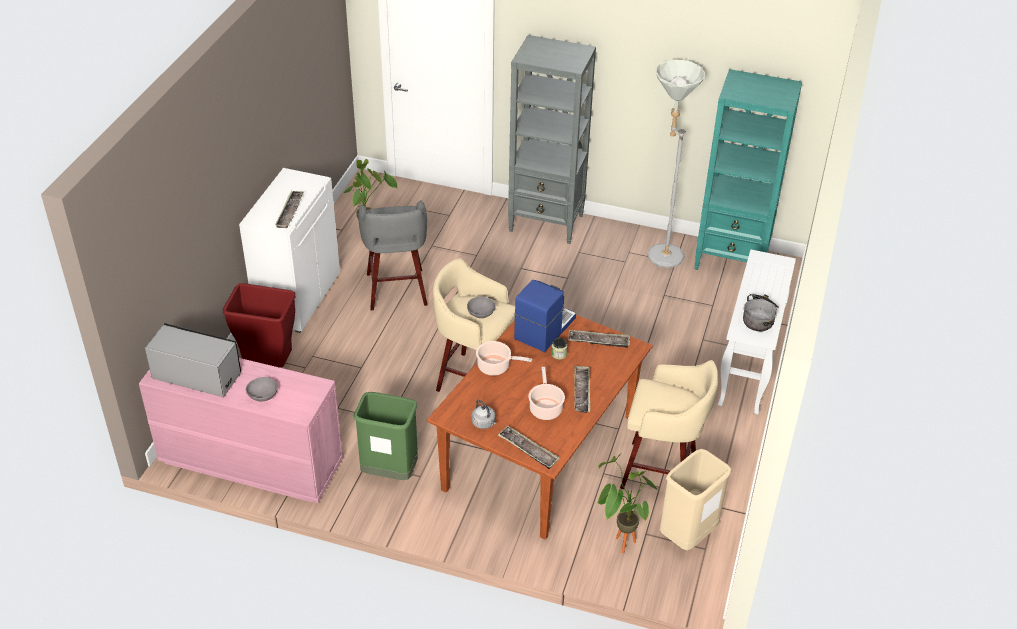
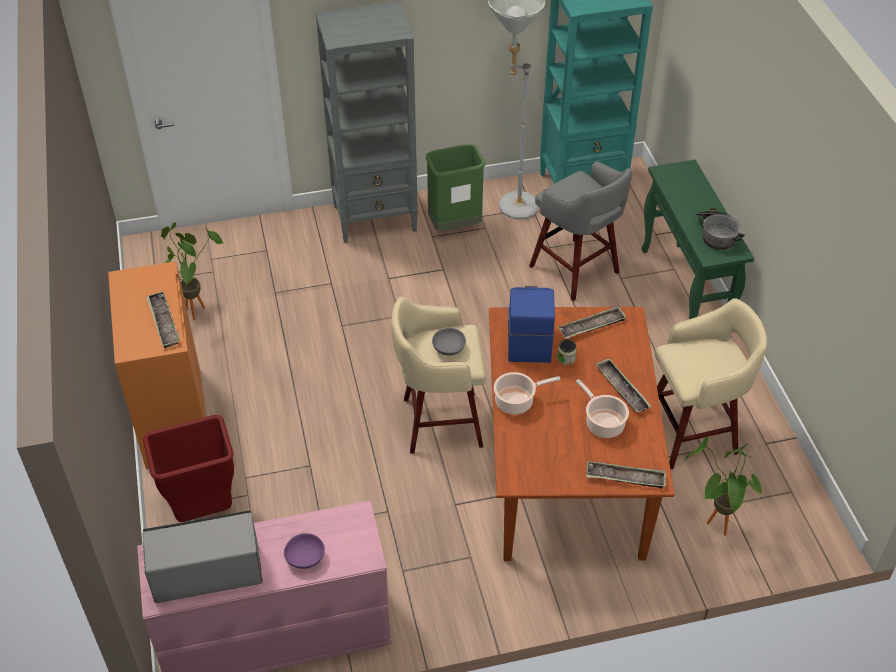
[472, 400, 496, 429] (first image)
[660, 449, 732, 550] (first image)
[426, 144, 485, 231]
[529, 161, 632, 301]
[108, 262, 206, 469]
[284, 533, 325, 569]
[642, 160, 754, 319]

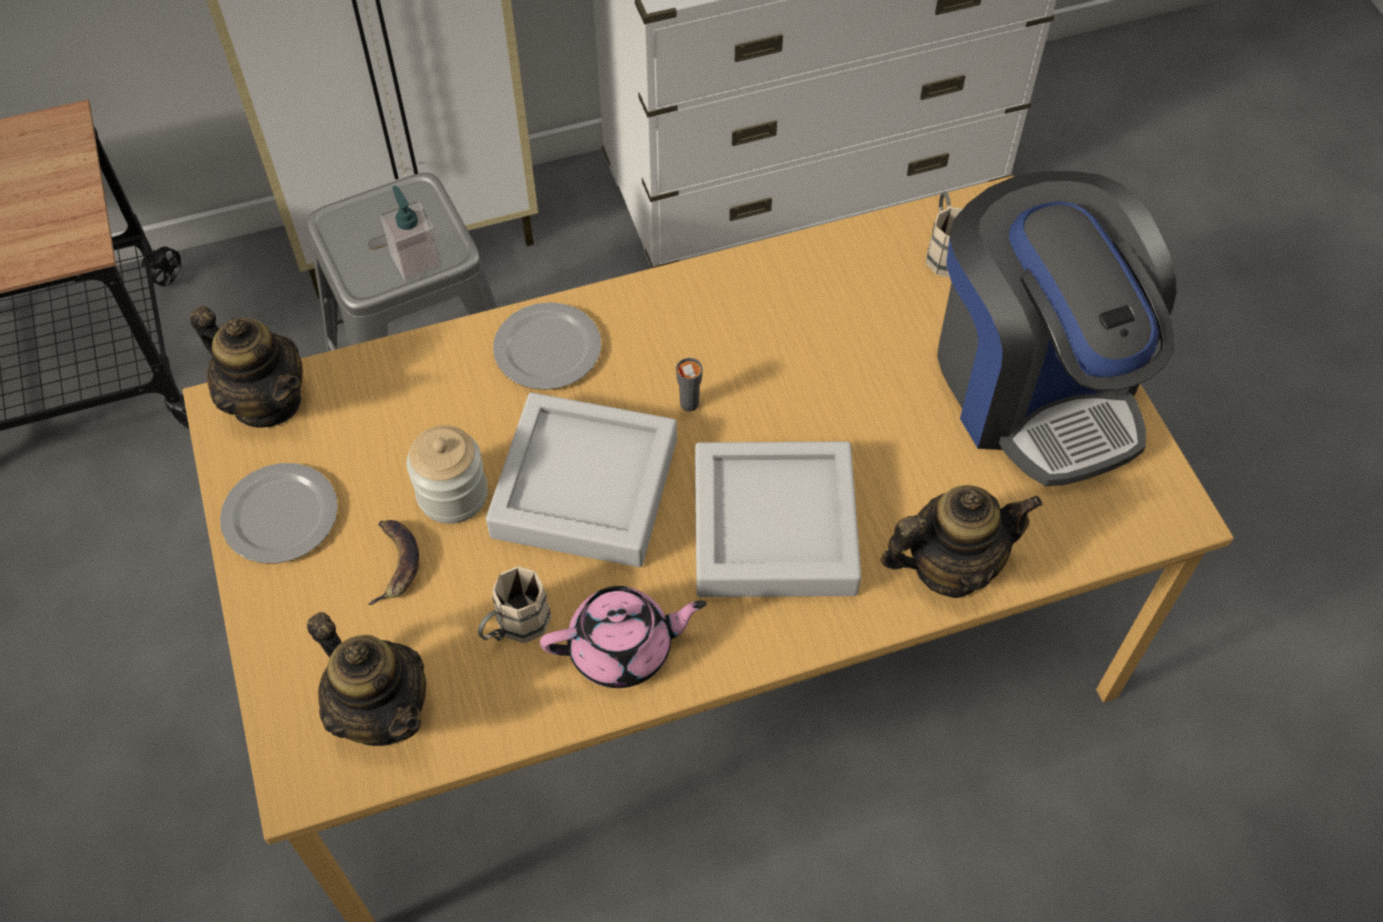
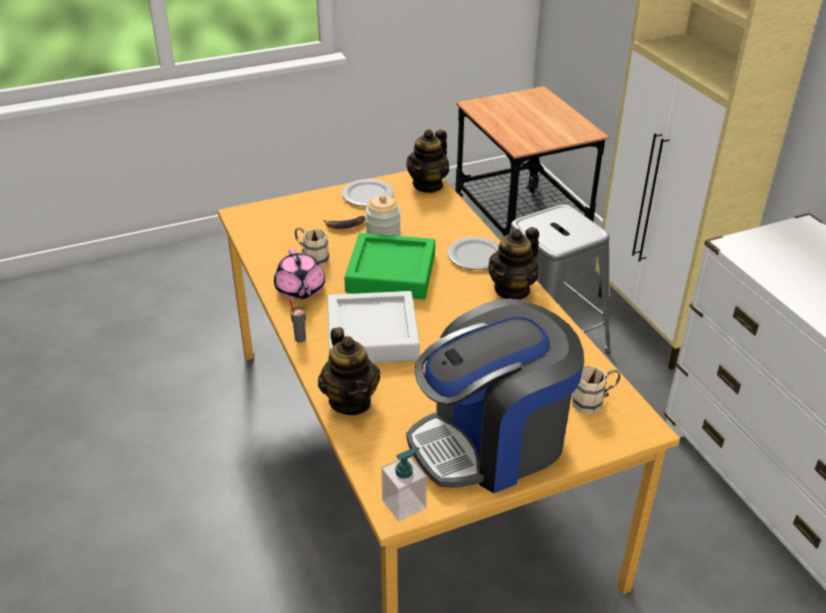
[488, 227, 539, 300]
[381, 447, 427, 521]
[289, 299, 306, 342]
[344, 233, 435, 299]

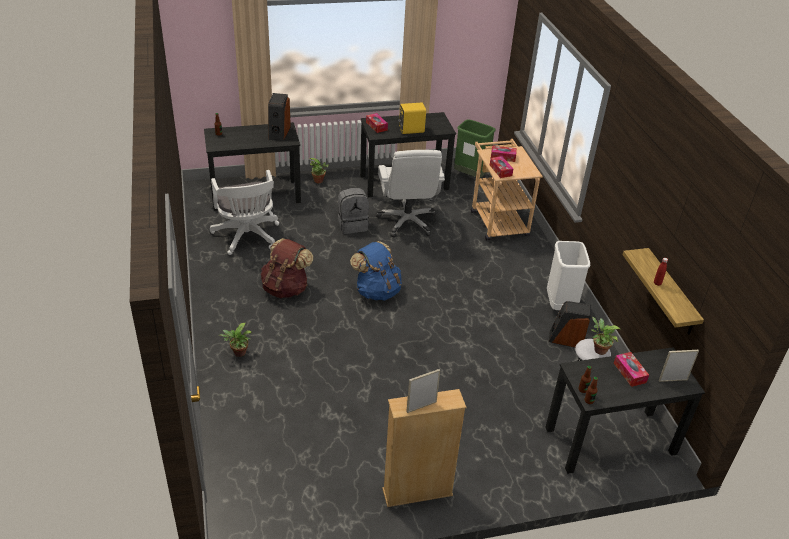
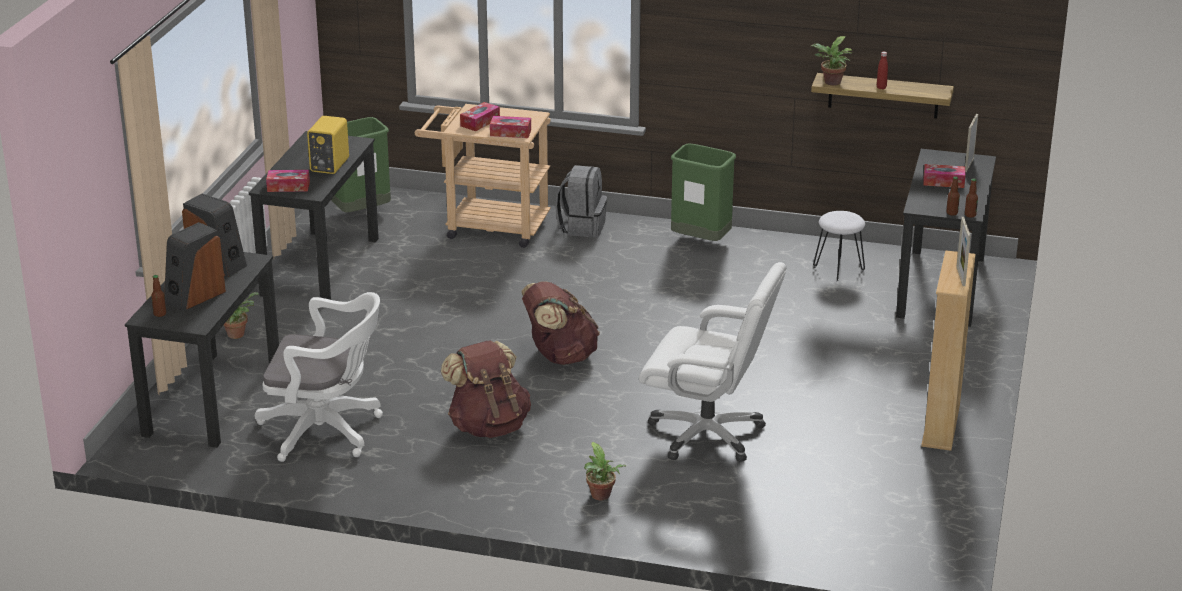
[555, 165, 607, 237]
[639, 262, 786, 462]
[164, 222, 226, 311]
[811, 36, 852, 86]
[521, 282, 600, 365]
[671, 144, 736, 241]

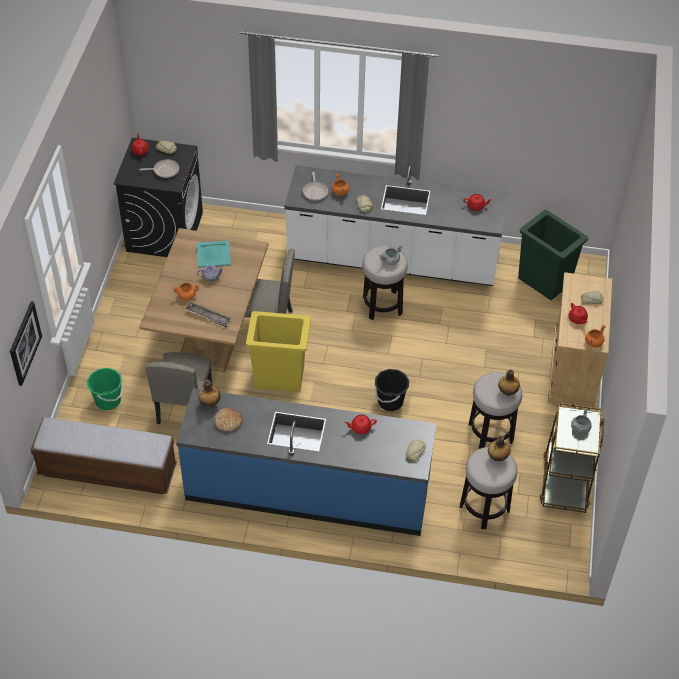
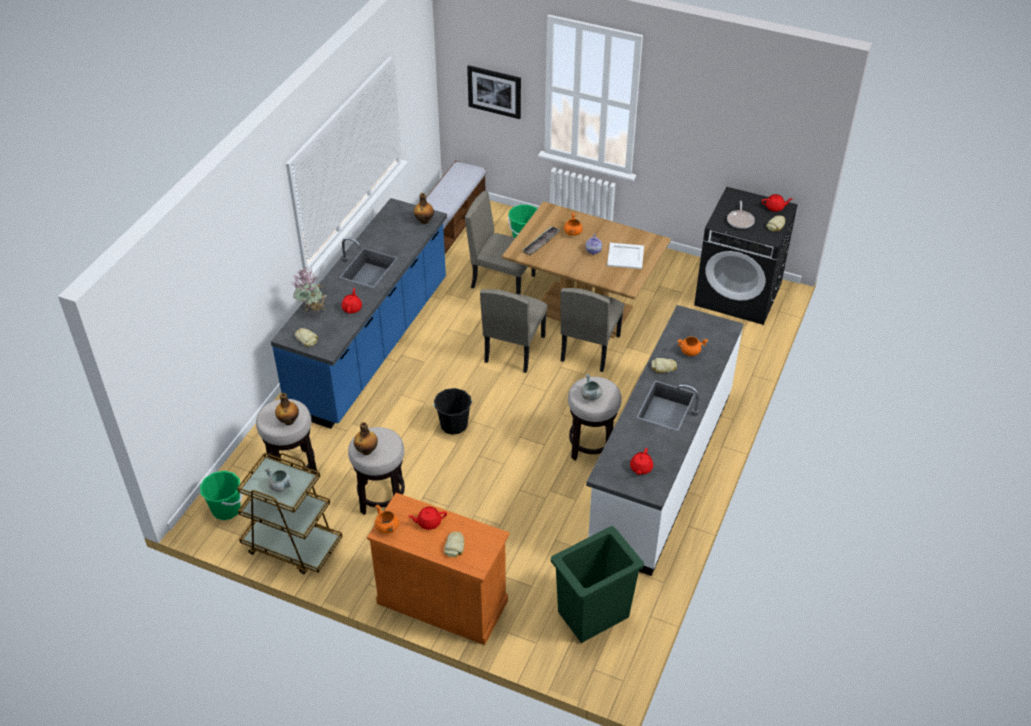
[214, 408, 243, 431] (first image)
[303, 172, 328, 201] (first image)
[200, 471, 243, 520]
[291, 268, 327, 312]
[480, 289, 548, 373]
[607, 243, 644, 269]
[367, 493, 510, 645]

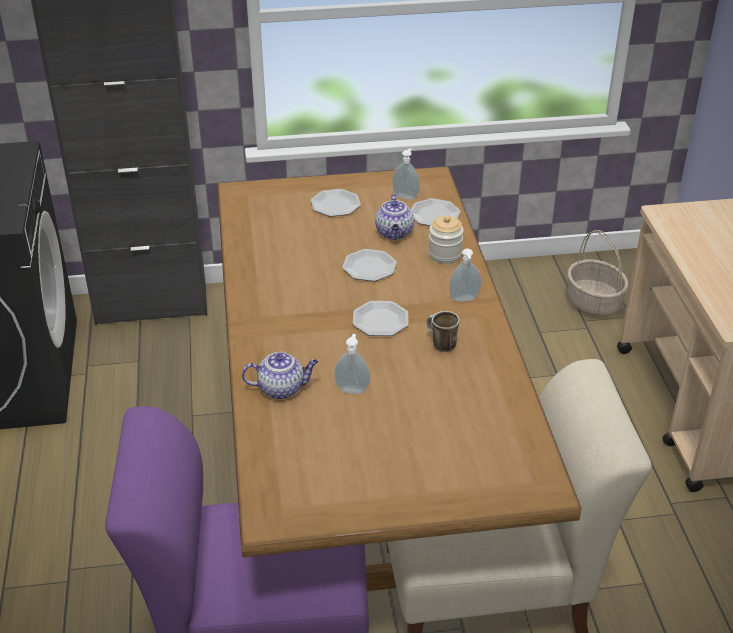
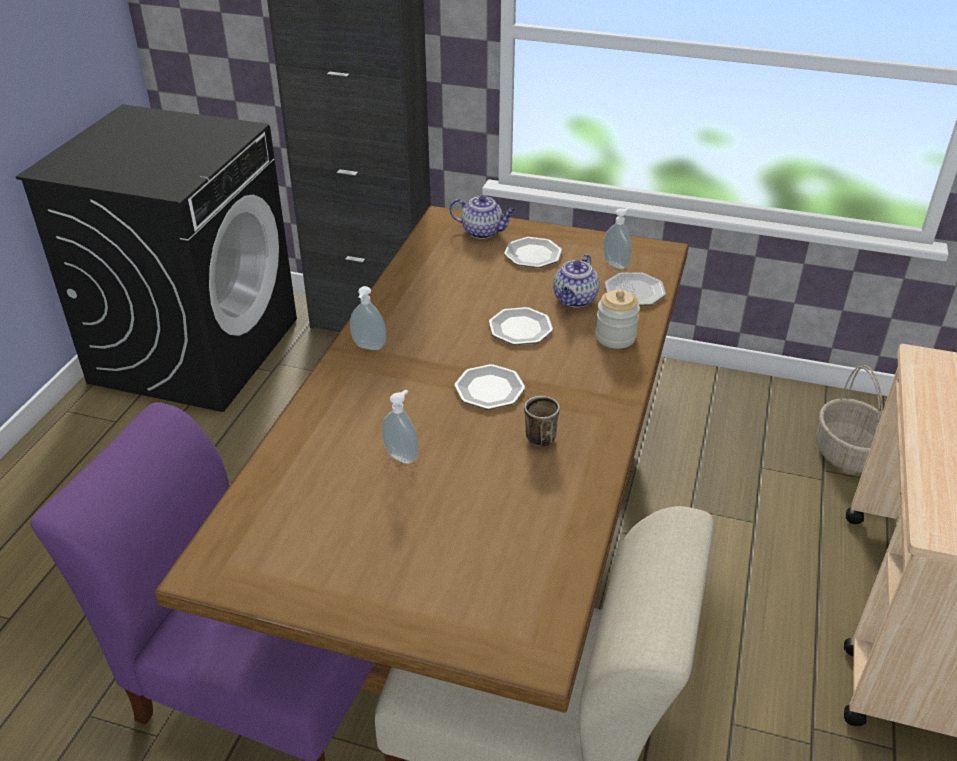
[450, 195, 516, 239]
[350, 286, 386, 350]

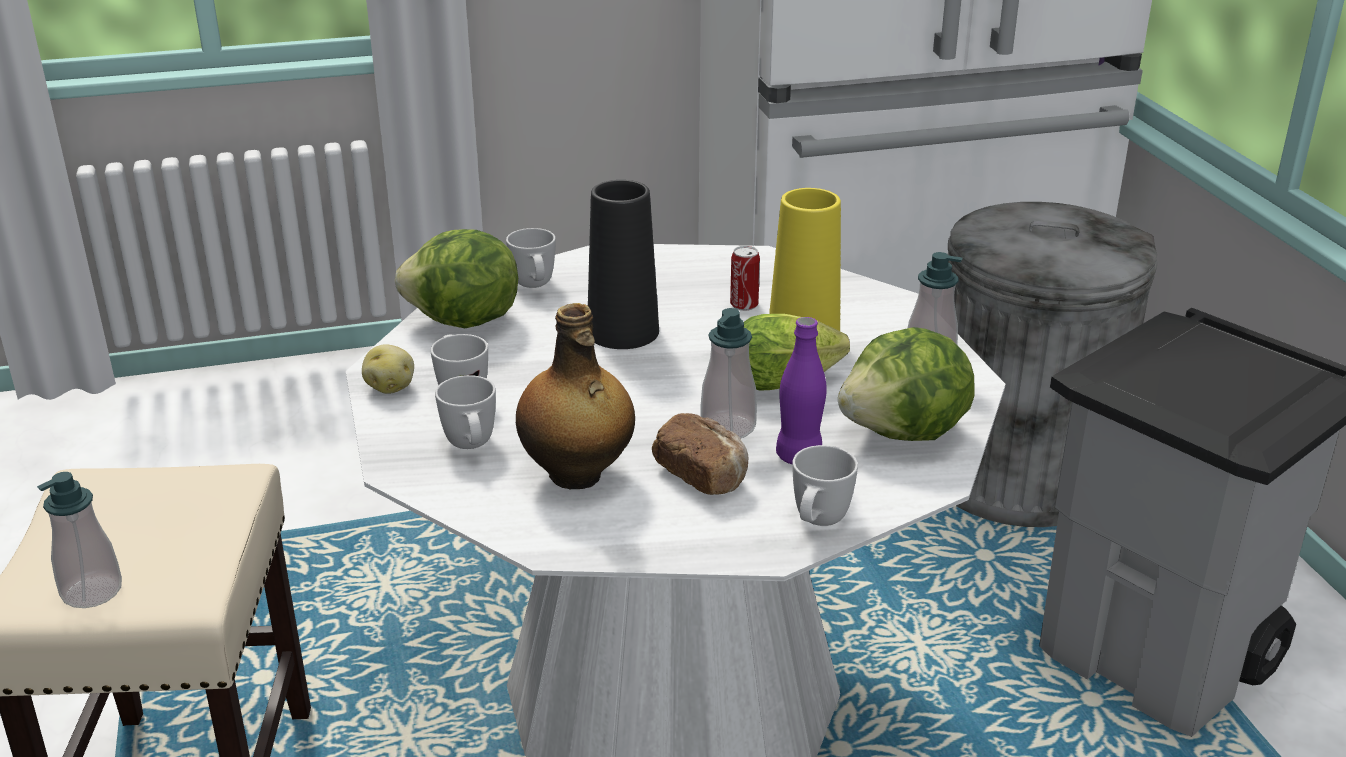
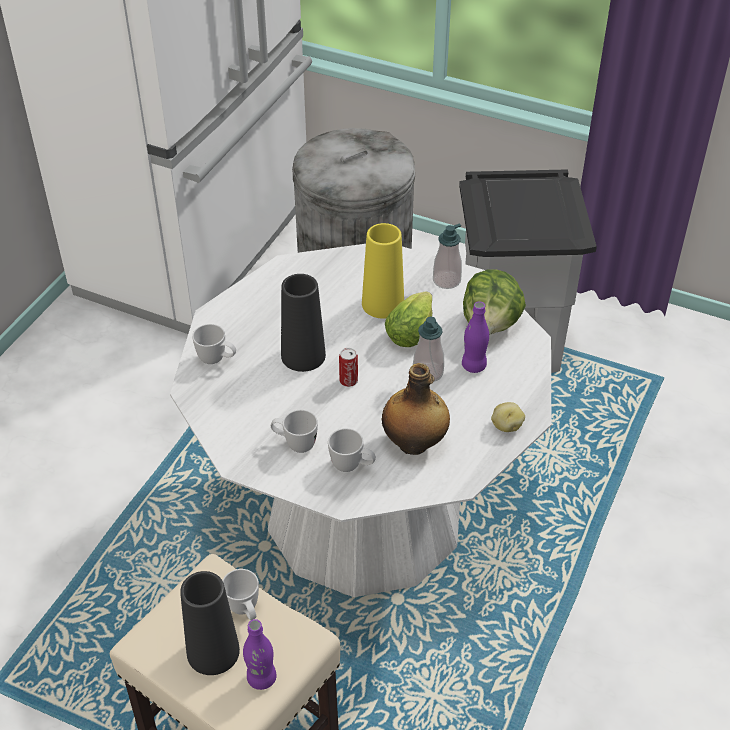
[395, 229, 518, 328] (first image)
[652, 413, 748, 495] (first image)
[180, 571, 240, 675]
[491, 402, 525, 432]
[339, 348, 358, 387]
[222, 569, 259, 620]
[243, 619, 277, 690]

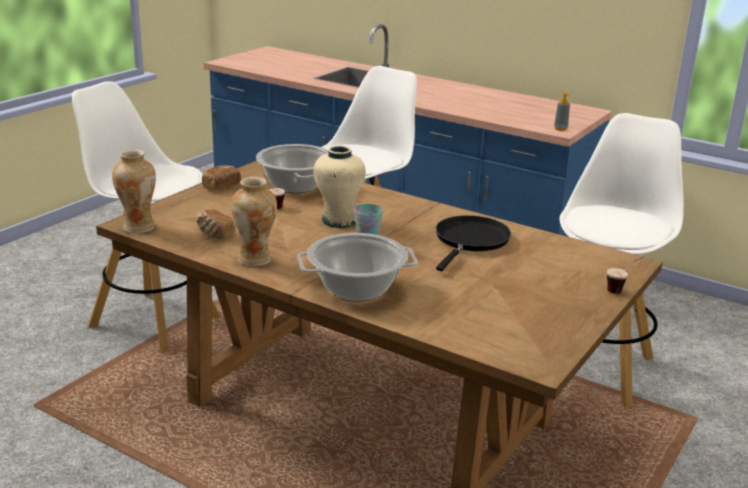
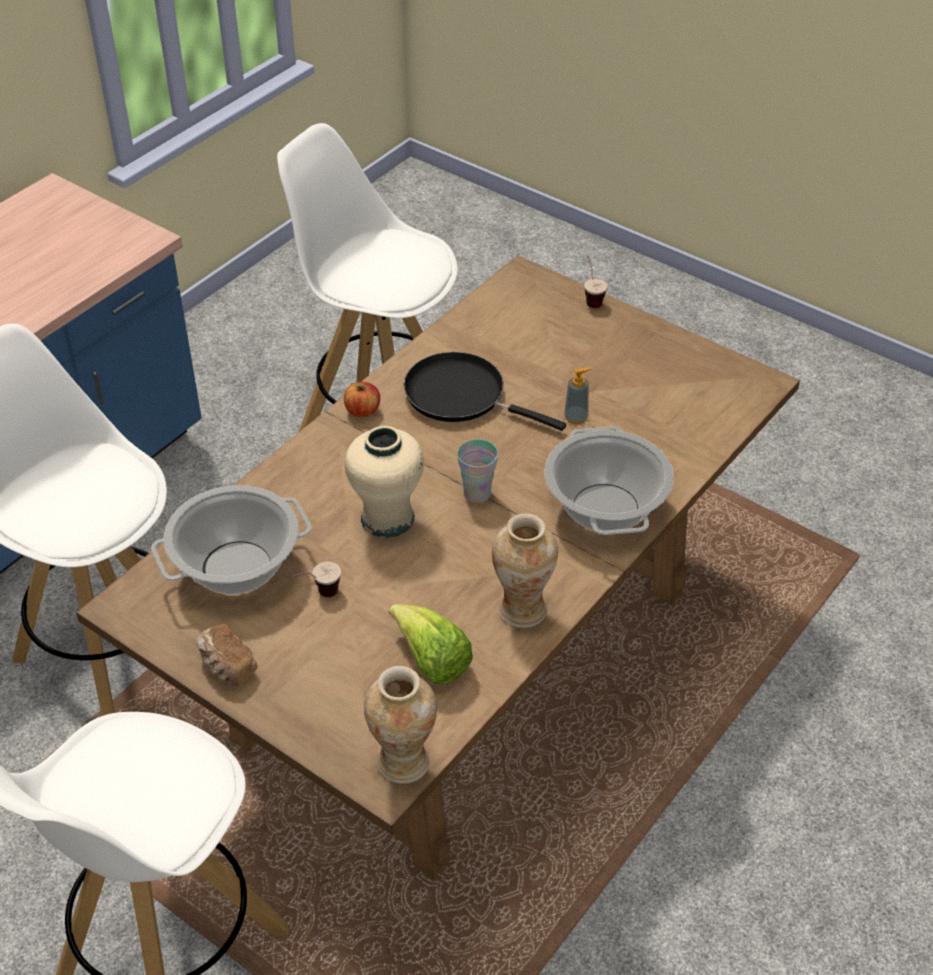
[344, 382, 380, 417]
[564, 367, 592, 424]
[389, 604, 473, 685]

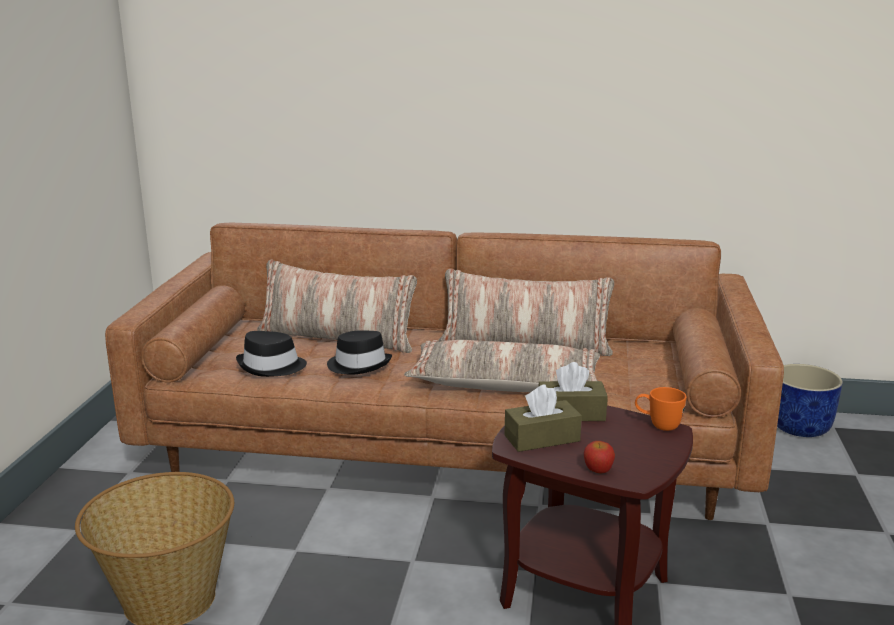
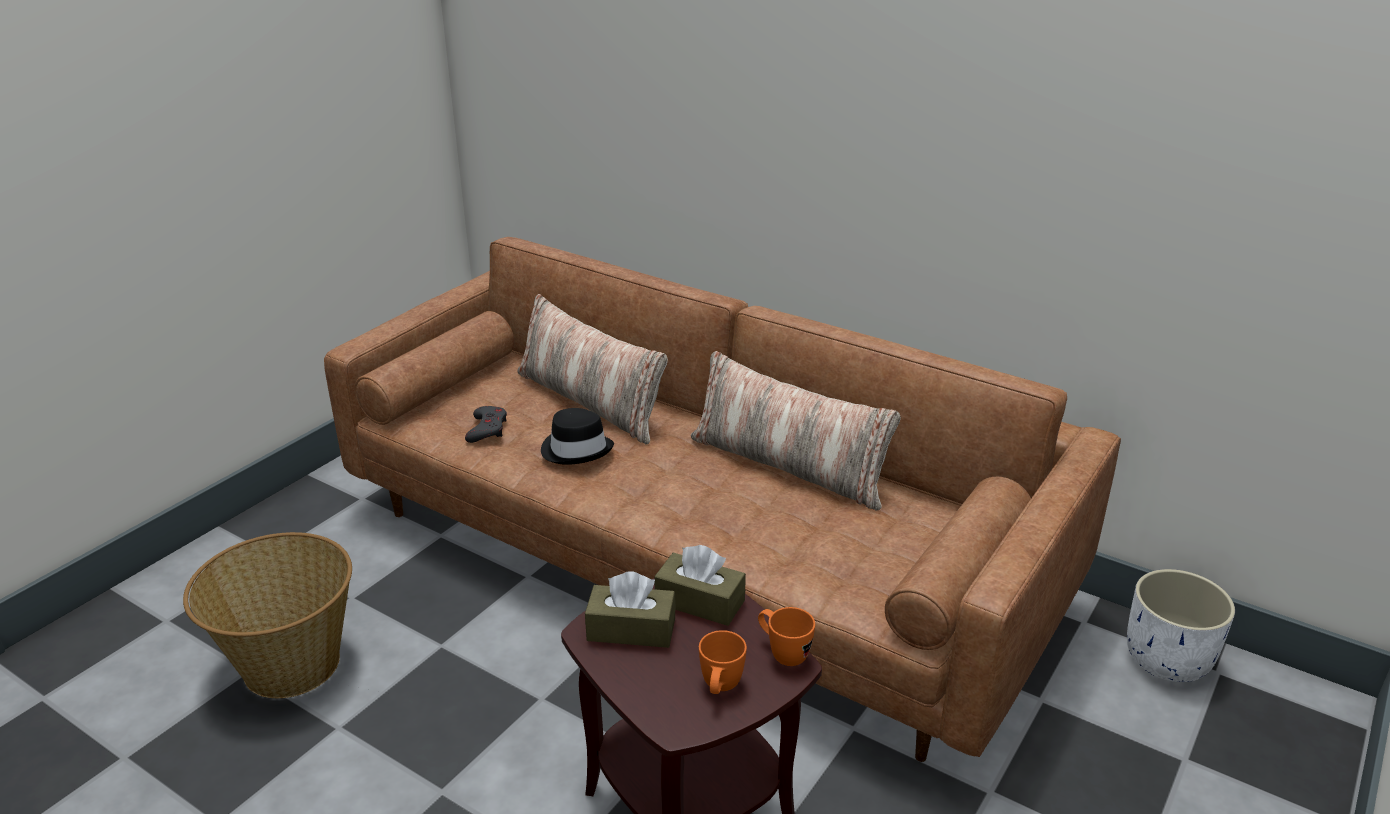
[404, 340, 600, 392] (first image)
[584, 441, 615, 473] (first image)
[699, 630, 747, 694]
[465, 406, 507, 443]
[1127, 569, 1235, 682]

